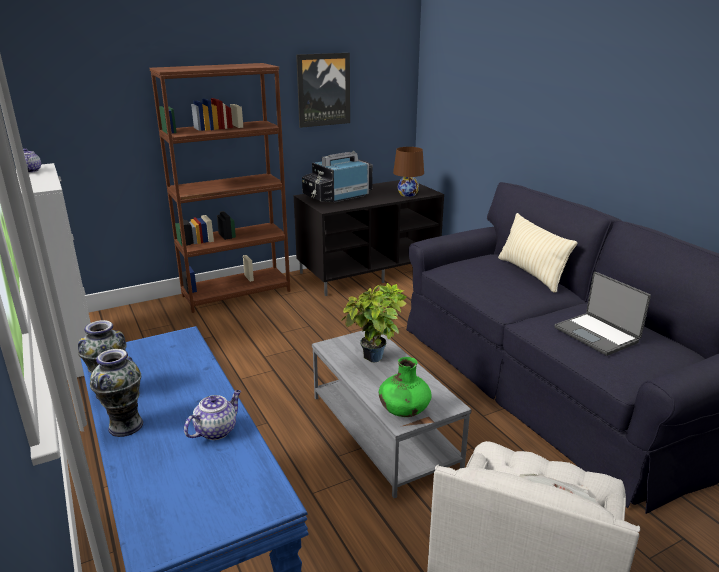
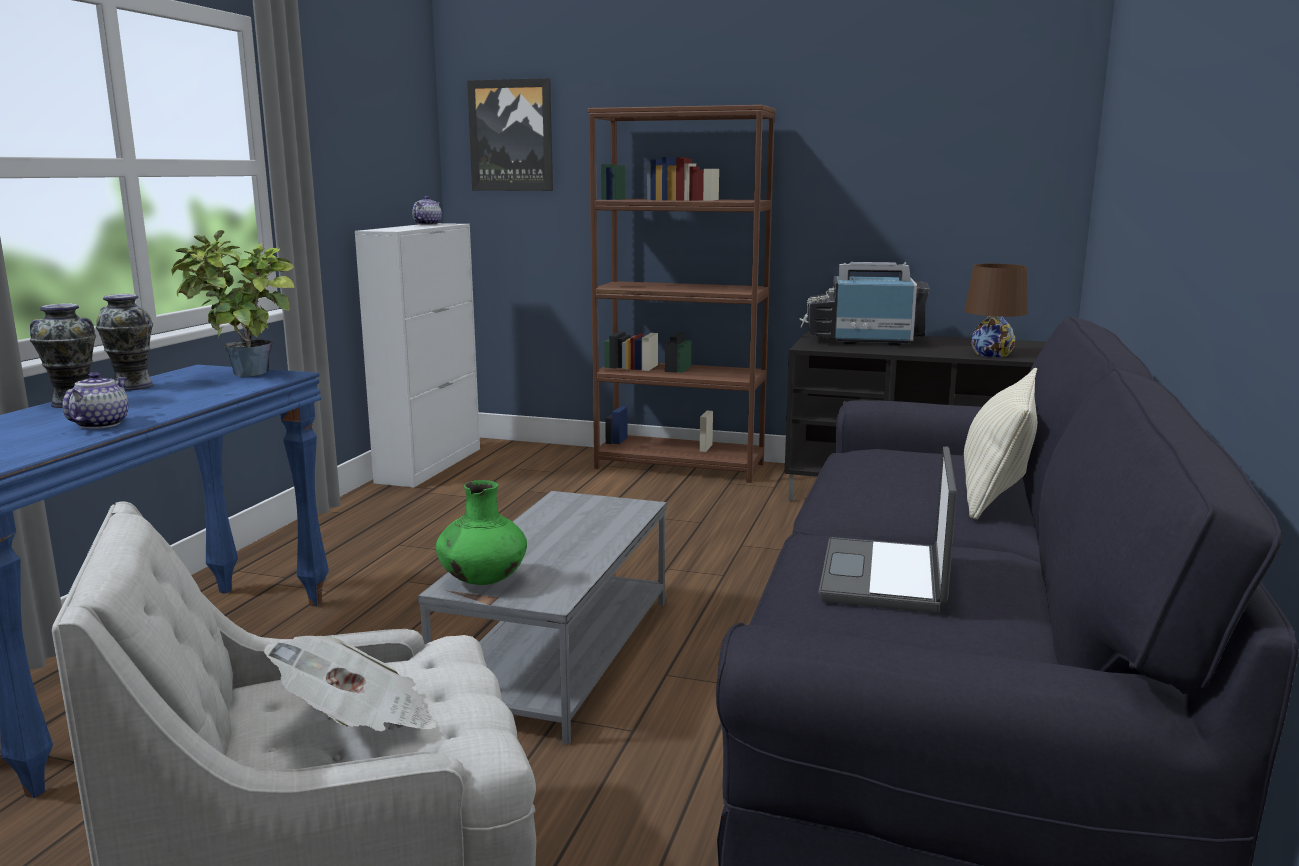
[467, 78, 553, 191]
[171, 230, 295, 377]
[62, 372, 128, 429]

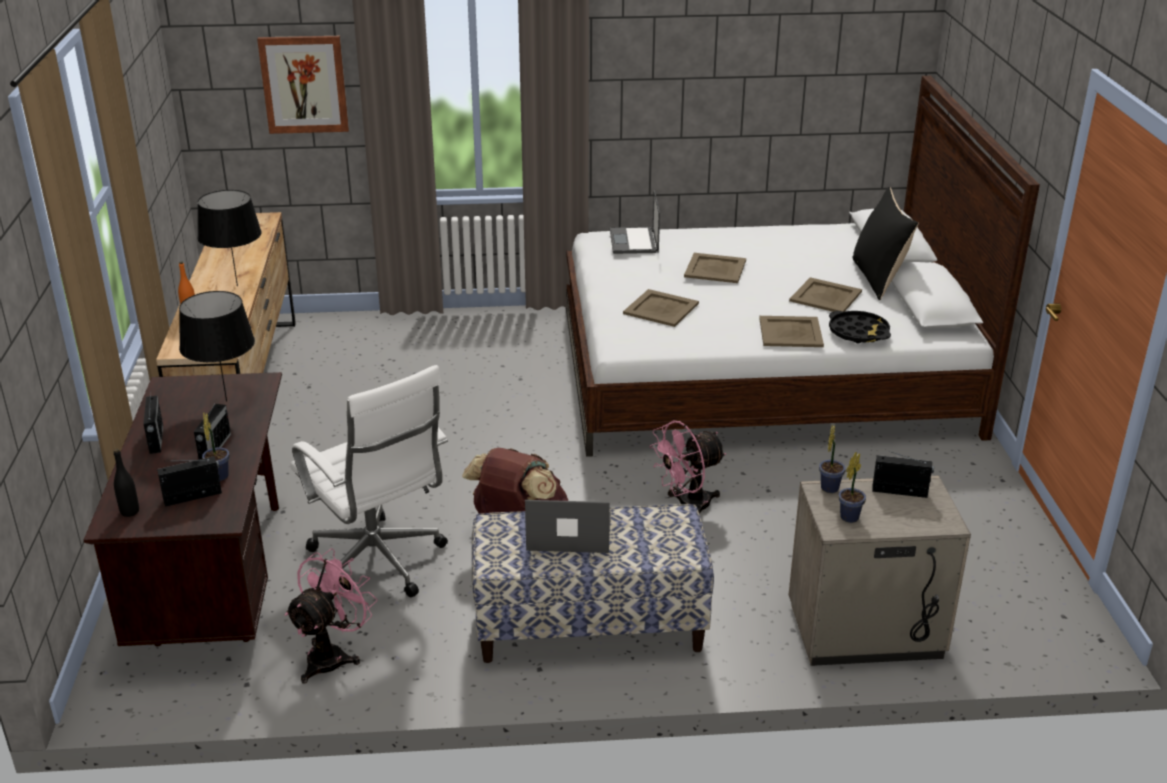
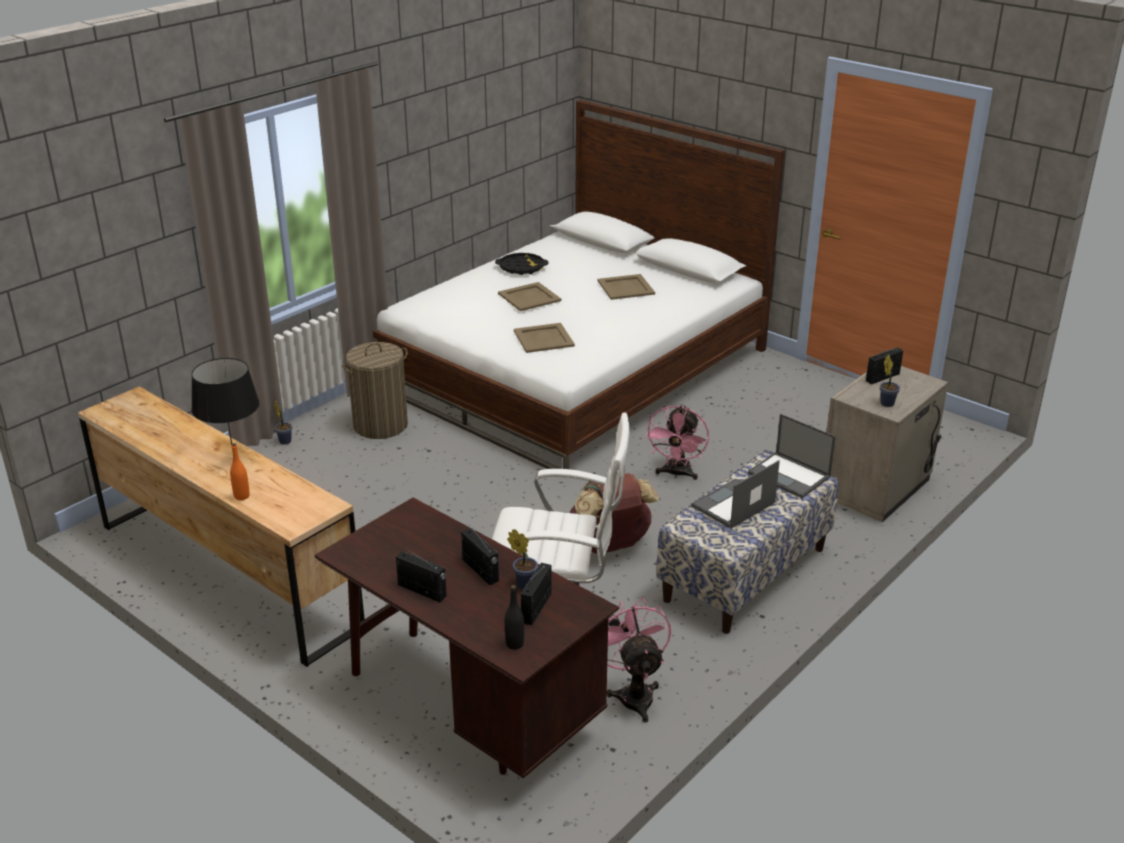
[179, 291, 255, 402] (first image)
[257, 36, 349, 134] (first image)
[759, 316, 824, 347] (first image)
[852, 187, 919, 300] (first image)
[341, 342, 408, 439]
[748, 414, 836, 498]
[274, 401, 292, 444]
[495, 253, 549, 275]

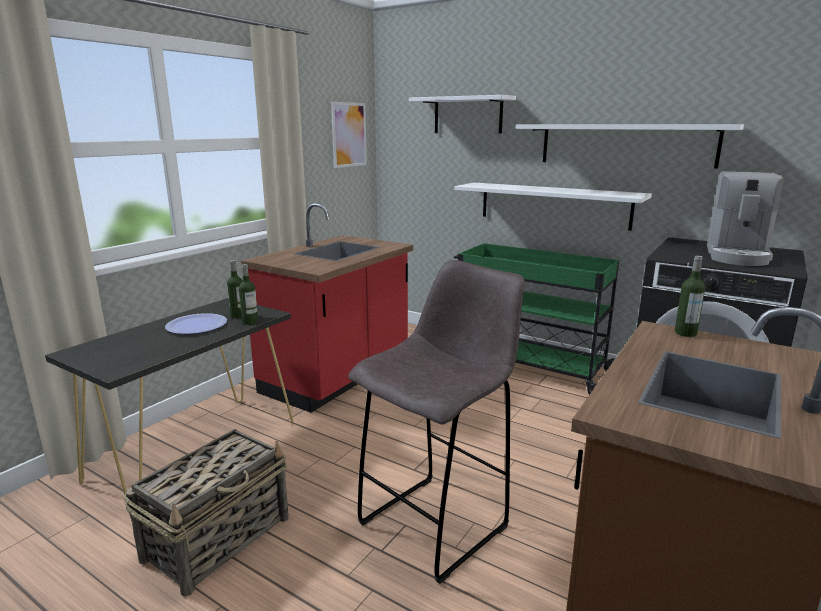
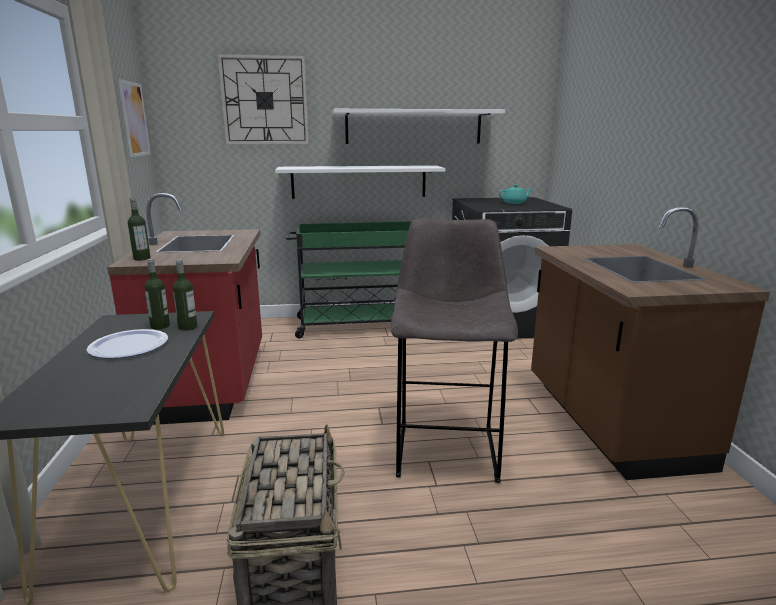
[128, 198, 151, 261]
[218, 54, 309, 144]
[499, 184, 533, 204]

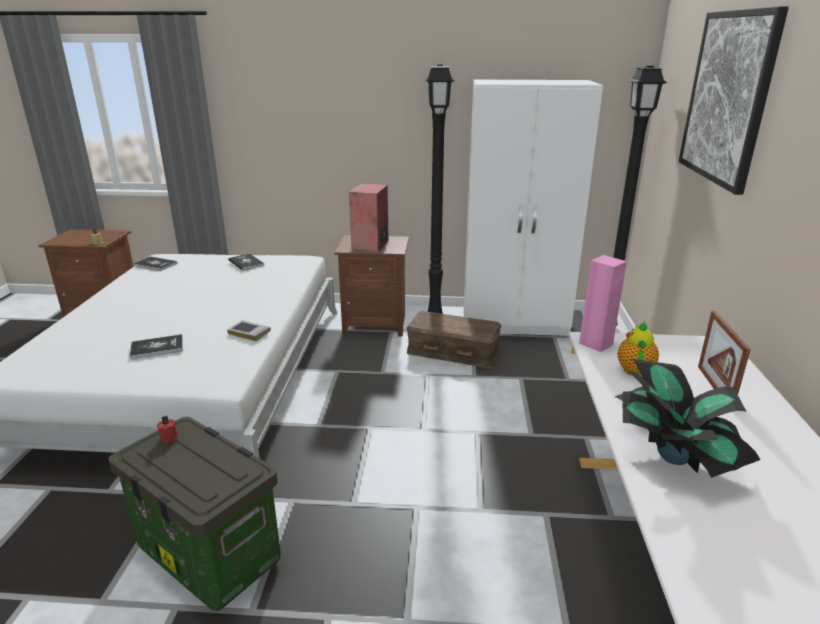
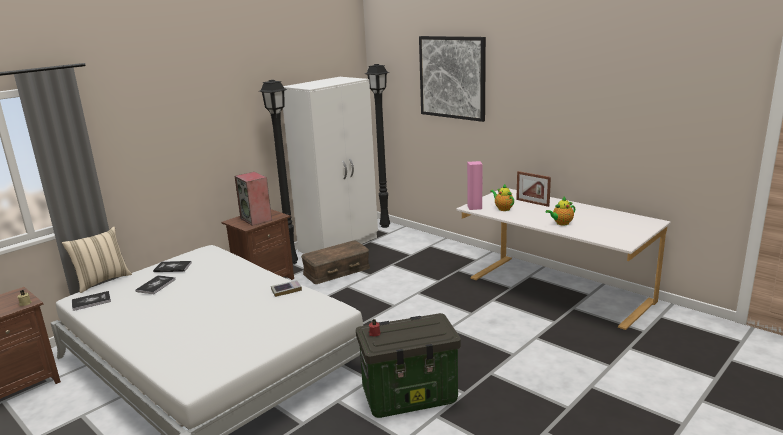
[62, 227, 132, 293]
[136, 275, 176, 294]
[545, 197, 575, 226]

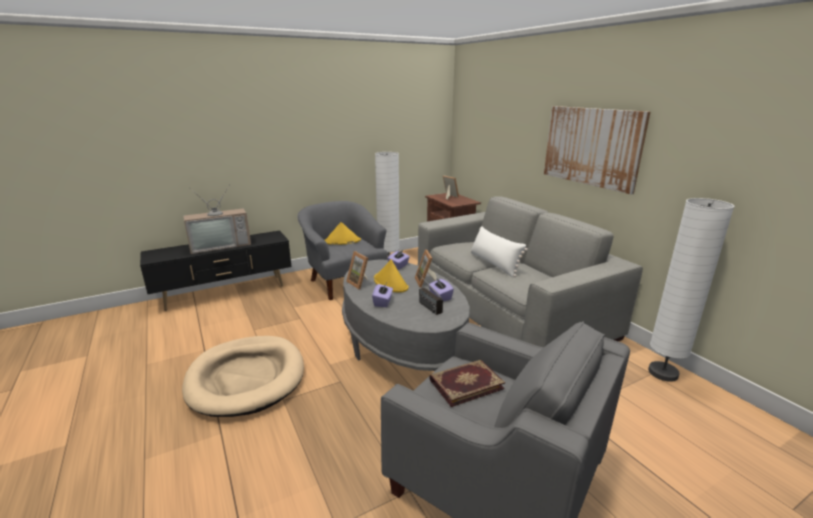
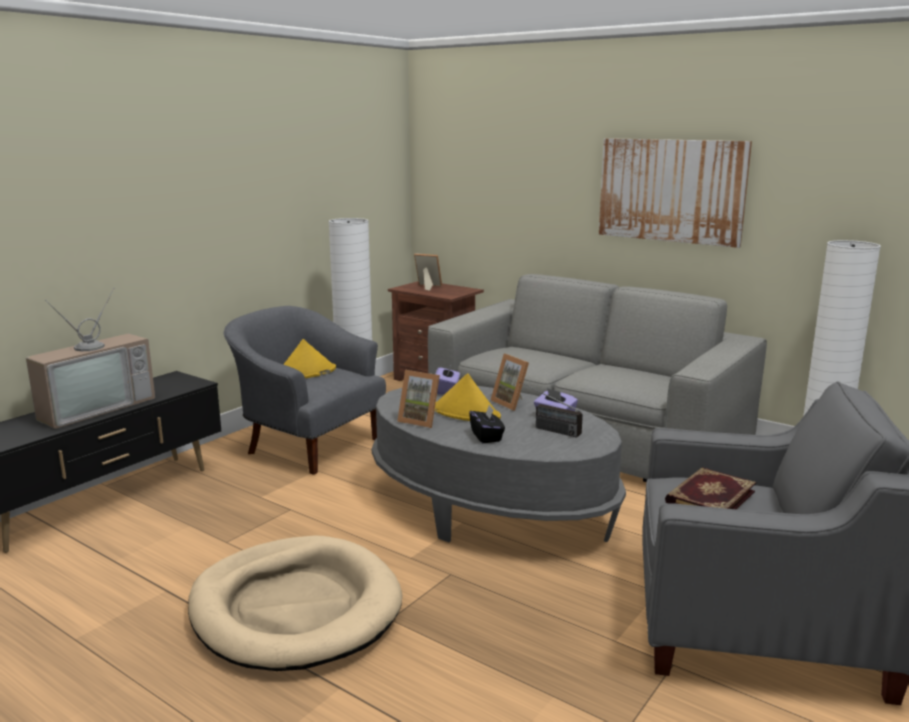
[471, 226, 528, 277] (first image)
[469, 404, 505, 443]

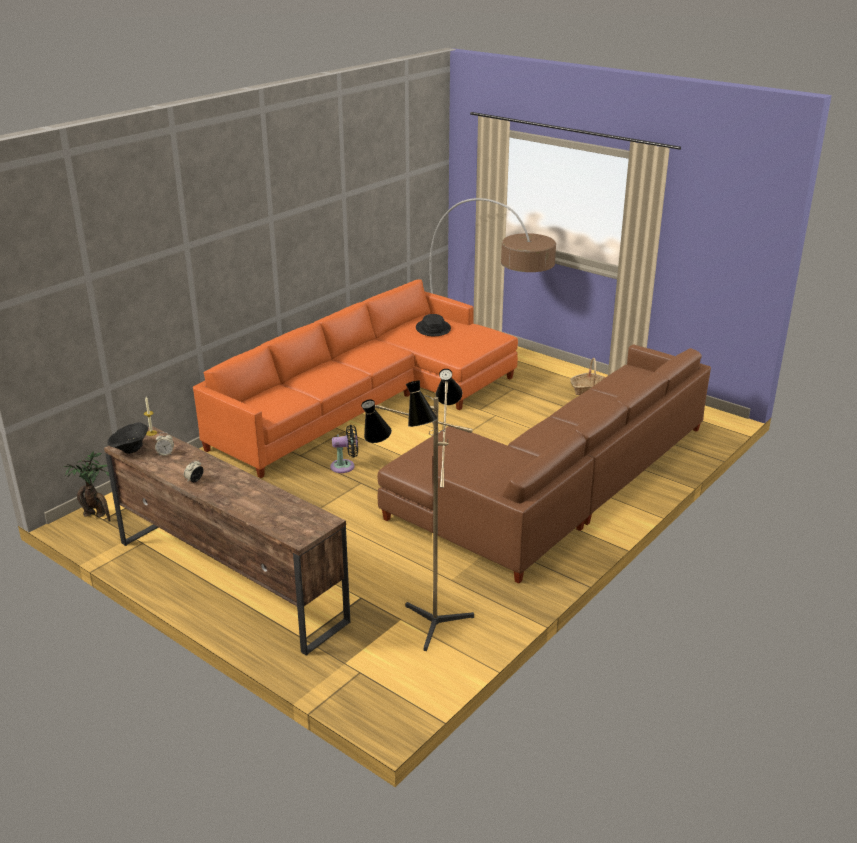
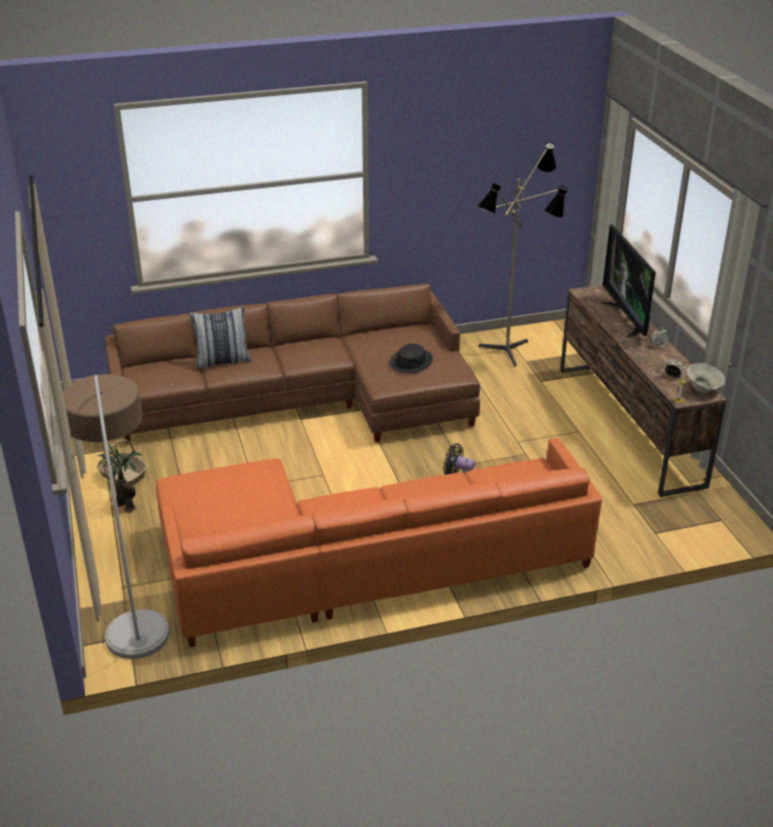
[189, 306, 251, 369]
[601, 225, 656, 338]
[97, 445, 143, 512]
[390, 344, 433, 373]
[687, 363, 725, 393]

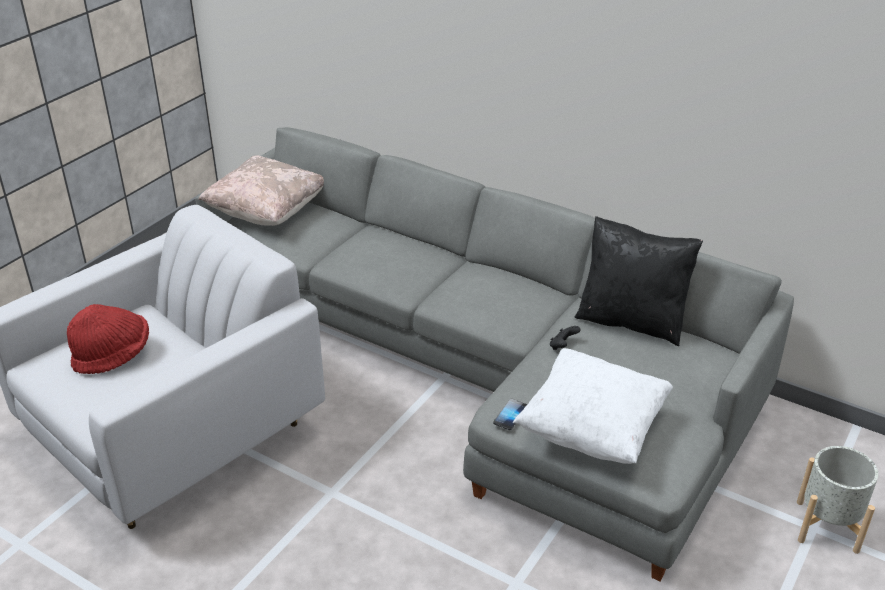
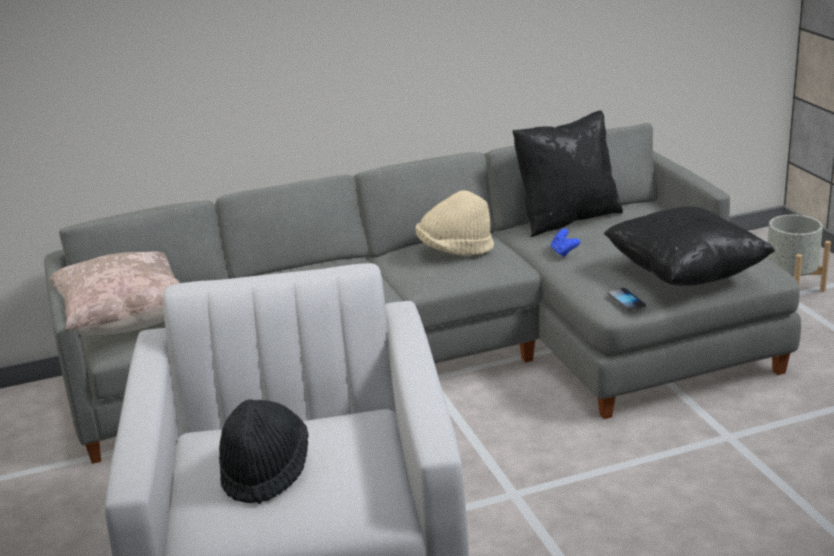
[416, 190, 494, 255]
[219, 399, 309, 504]
[604, 207, 775, 286]
[551, 228, 580, 257]

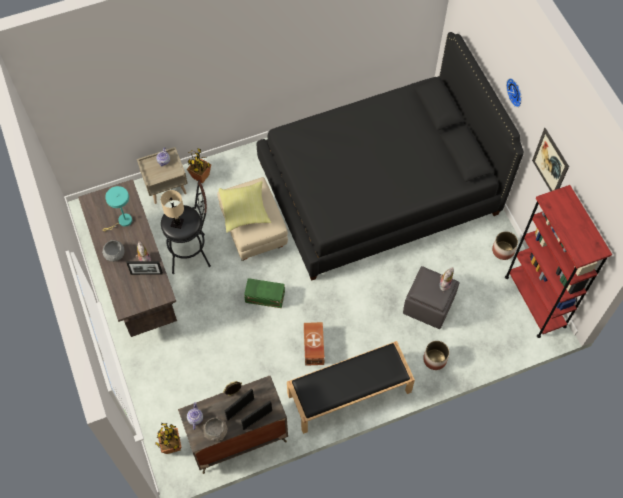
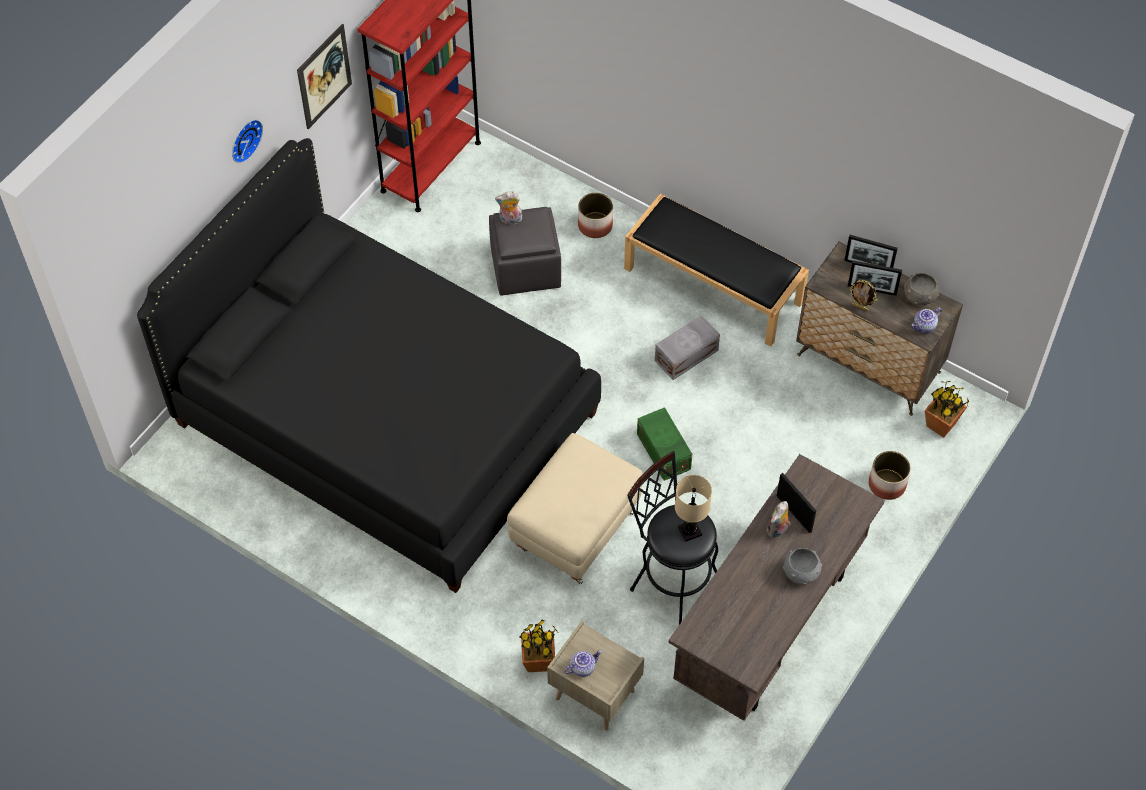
[103, 186, 132, 231] (first image)
[219, 181, 271, 233] (first image)
[869, 451, 911, 500]
[655, 315, 720, 380]

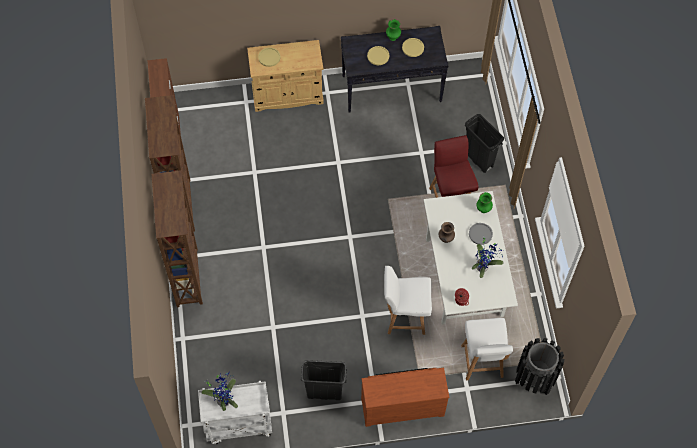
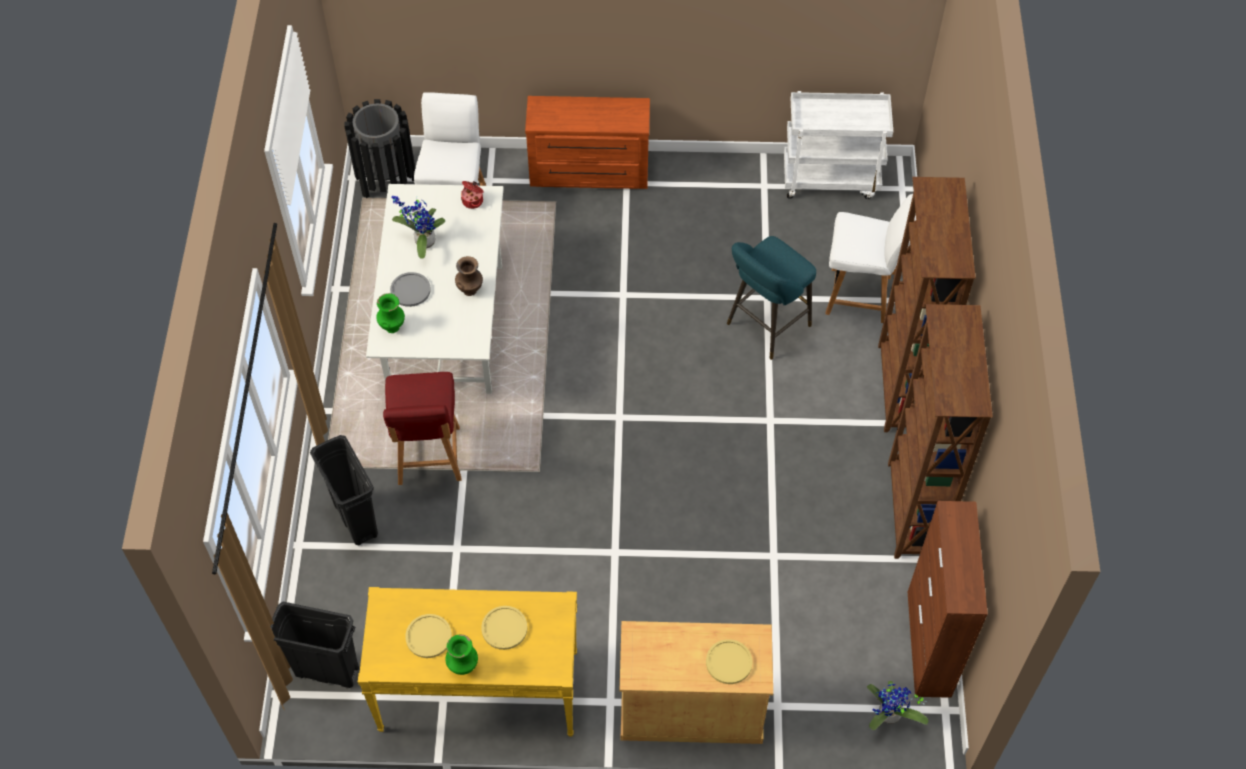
[727, 236, 816, 360]
[867, 681, 928, 730]
[270, 602, 359, 688]
[825, 194, 916, 323]
[358, 587, 577, 736]

